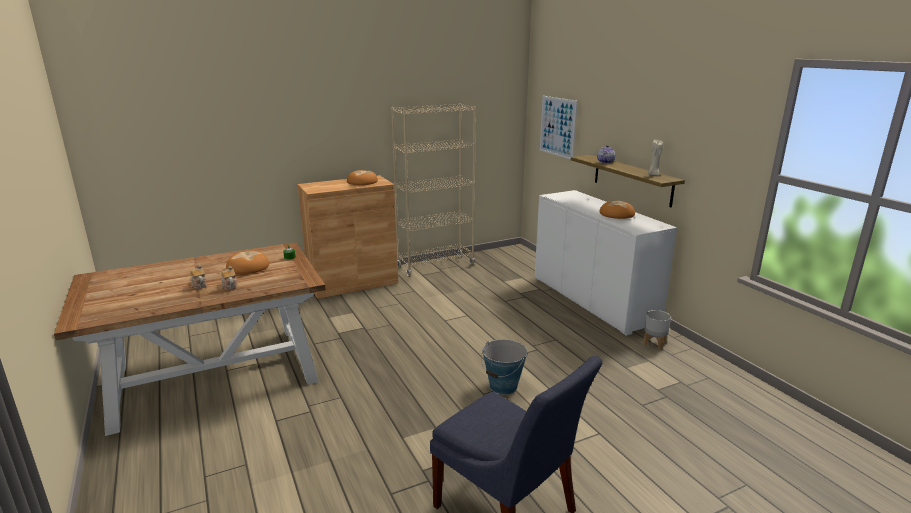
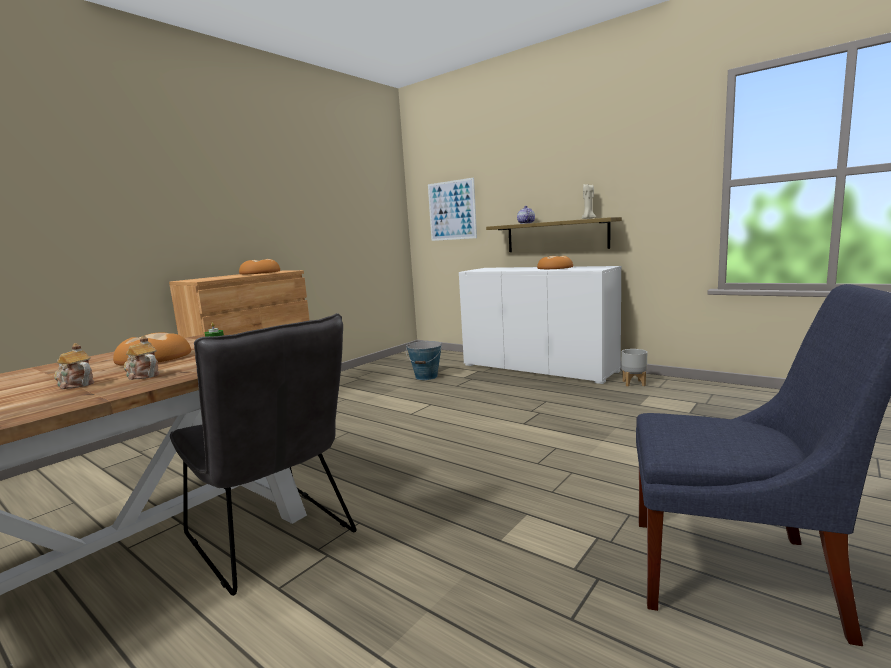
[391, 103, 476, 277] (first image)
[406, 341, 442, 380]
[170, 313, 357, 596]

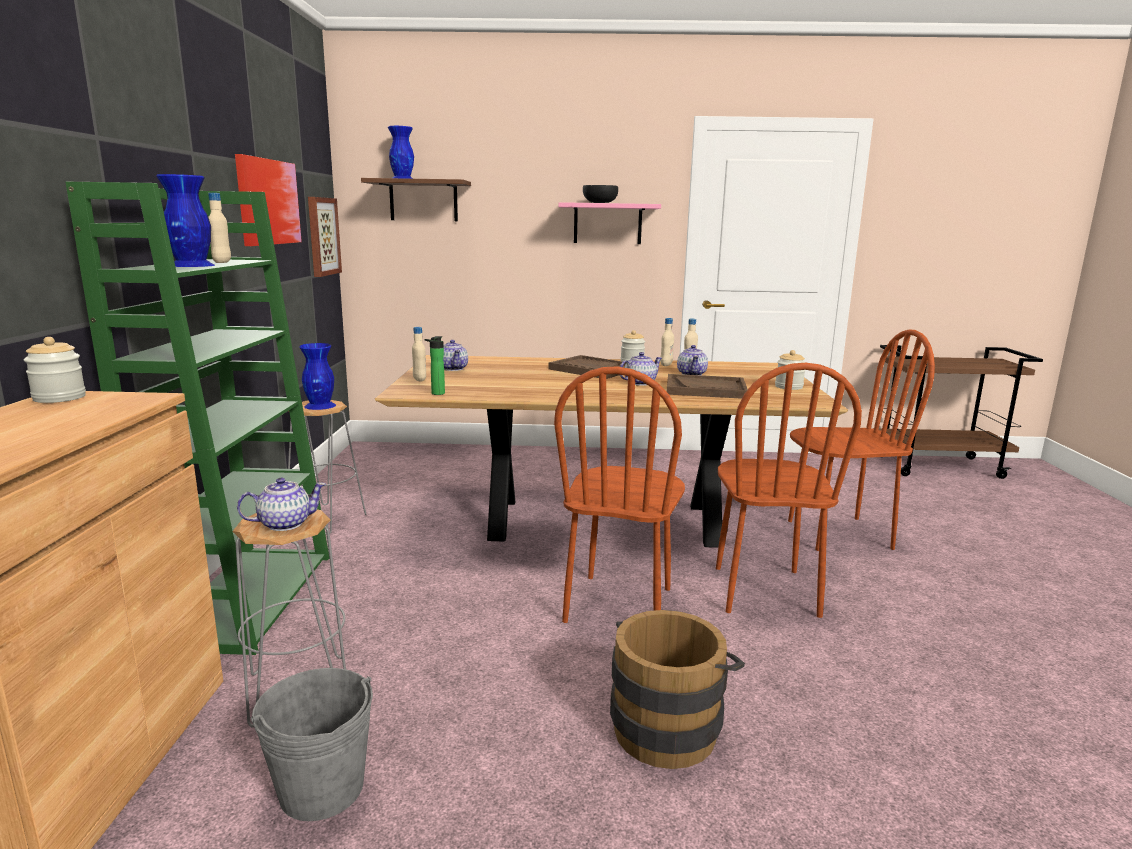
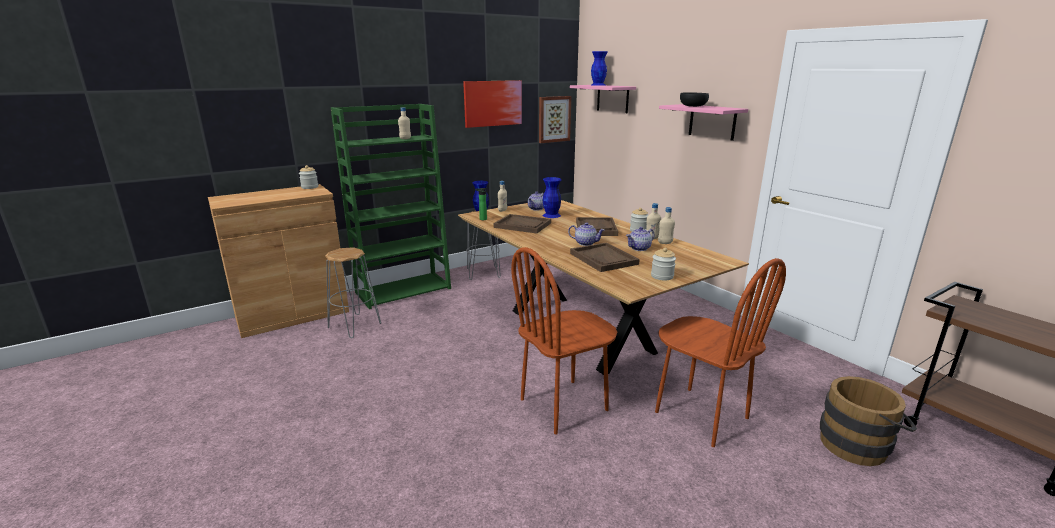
[543, 177, 562, 218]
[570, 85, 636, 113]
[554, 366, 685, 623] (first image)
[237, 478, 326, 531] (first image)
[820, 376, 918, 466]
[251, 668, 373, 821] (first image)
[494, 214, 551, 233]

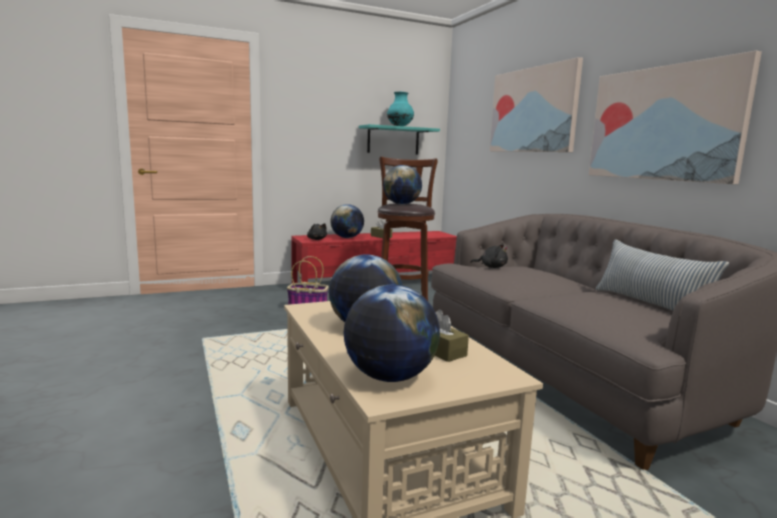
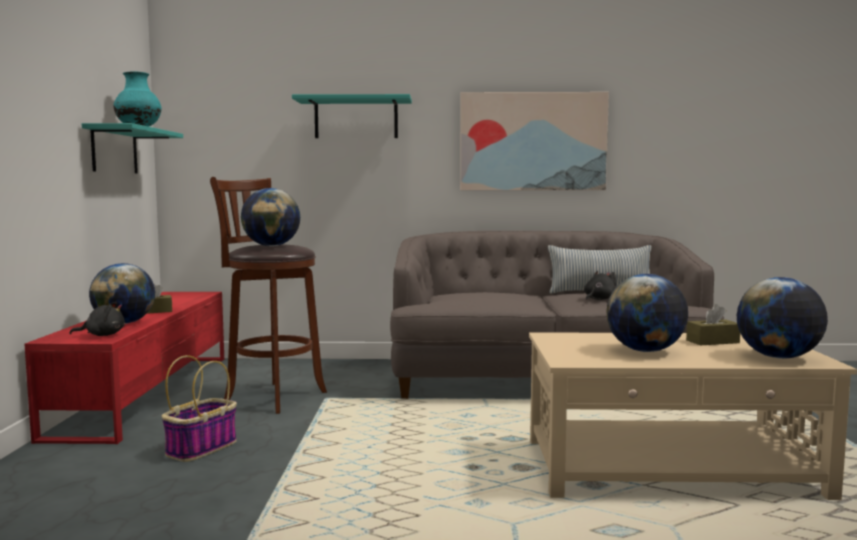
[292, 94, 412, 138]
[584, 271, 616, 300]

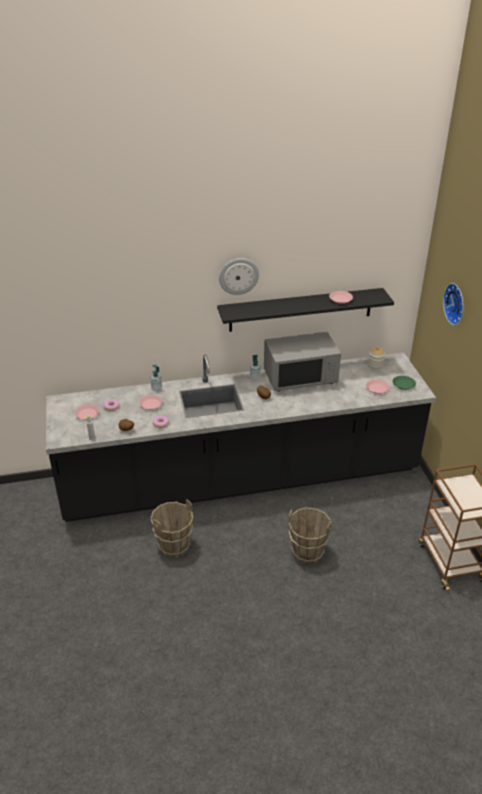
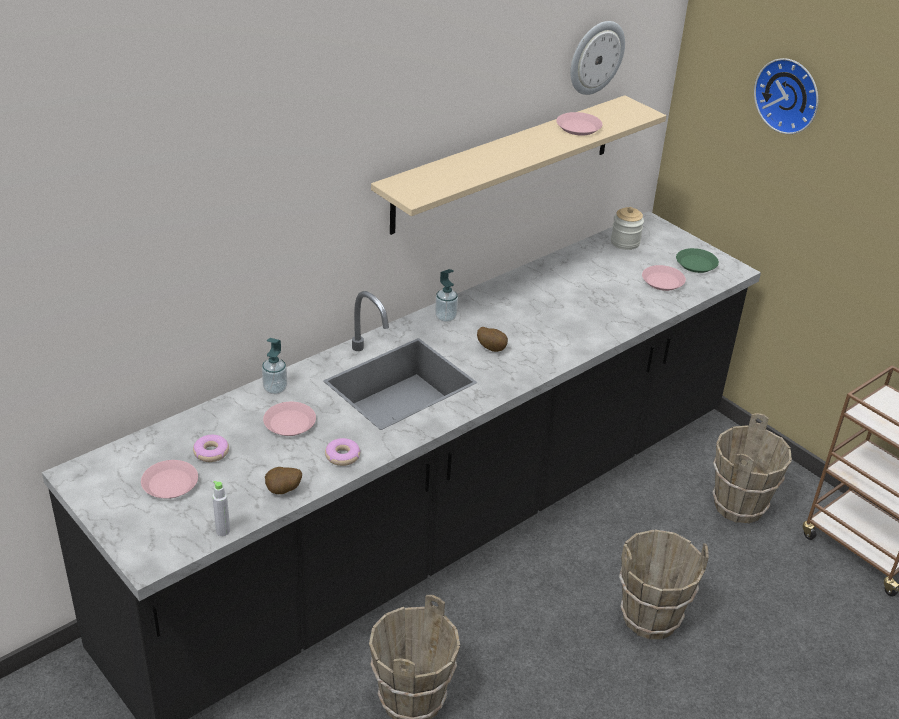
[570, 21, 625, 95]
[371, 95, 666, 235]
[264, 332, 341, 391] (first image)
[712, 413, 792, 523]

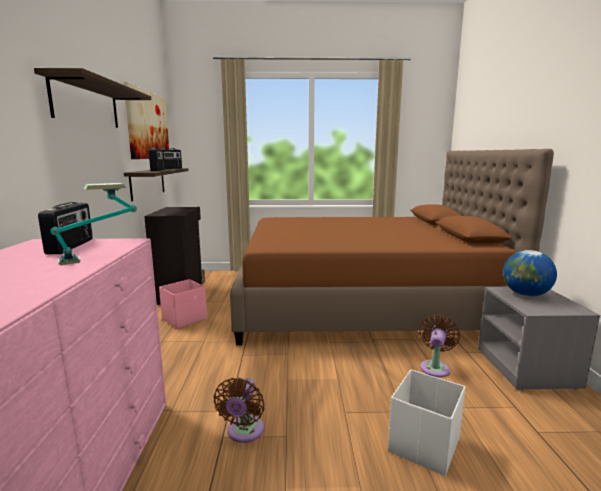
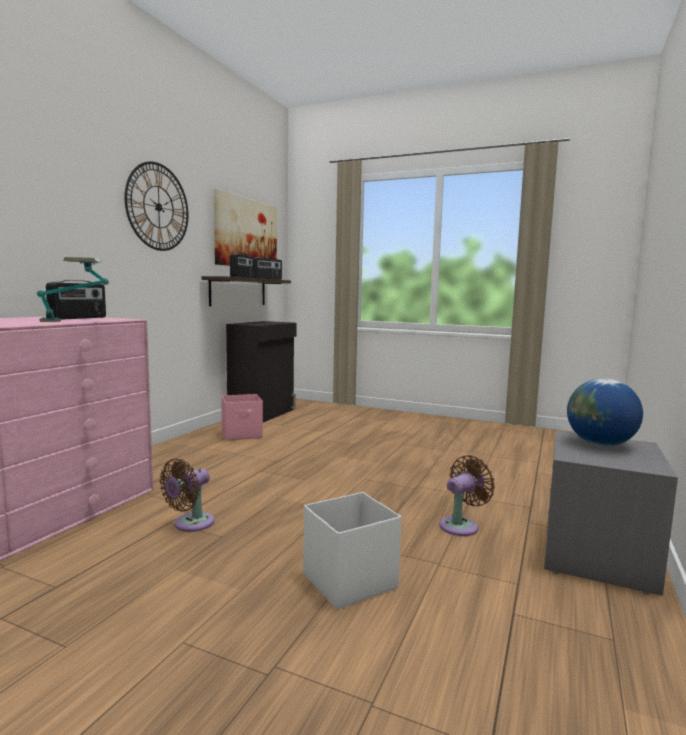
[125, 162, 188, 251]
[230, 149, 554, 345] (first image)

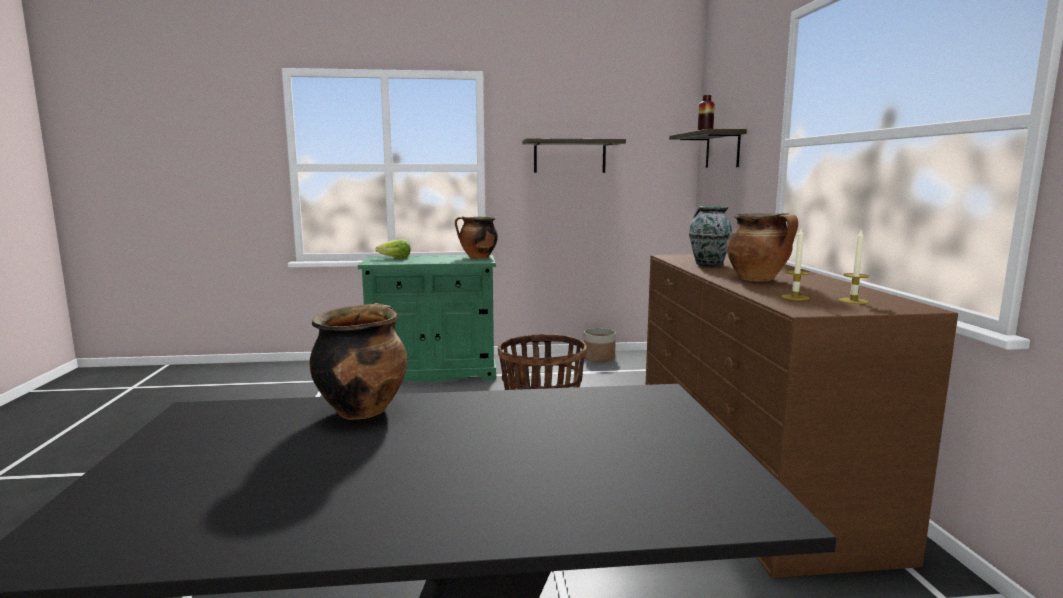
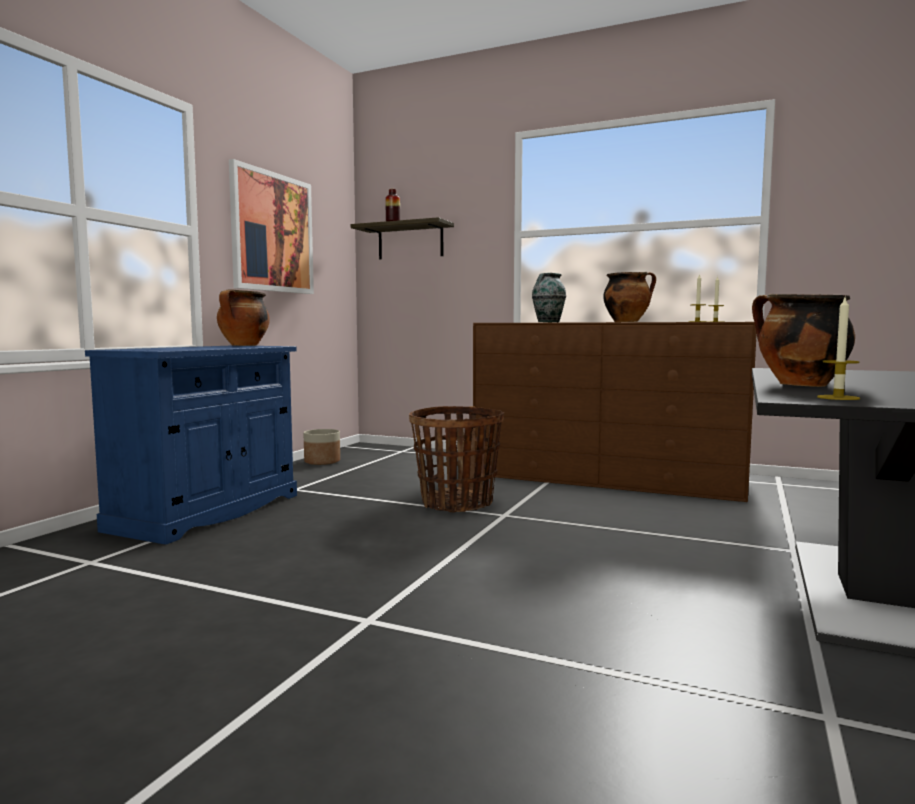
[229, 159, 314, 294]
[376, 239, 410, 258] (first image)
[85, 345, 297, 544]
[817, 298, 860, 400]

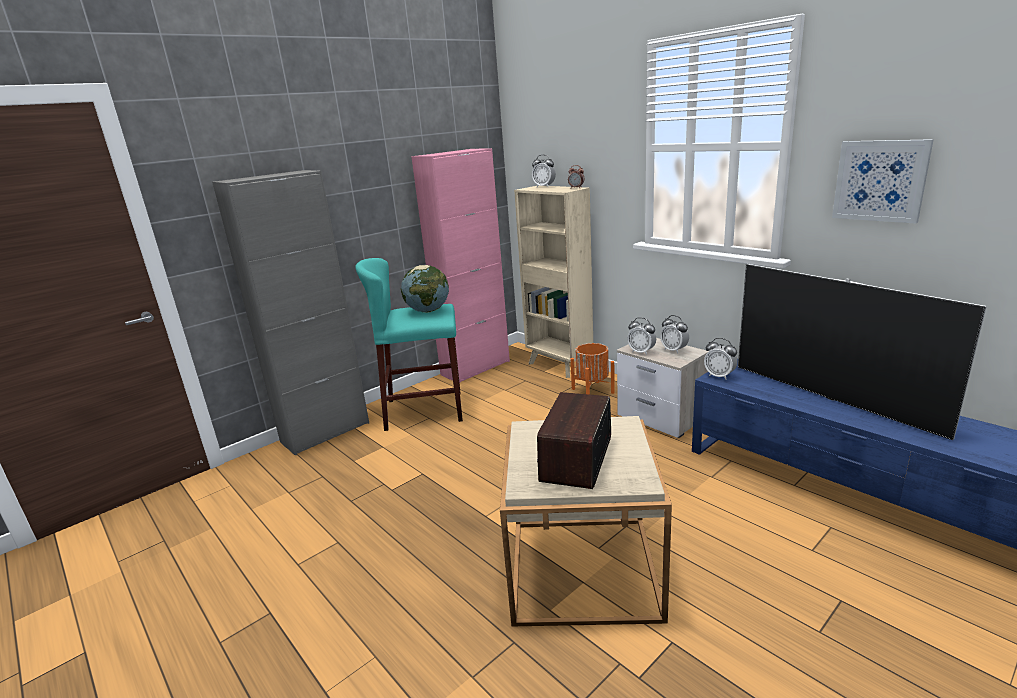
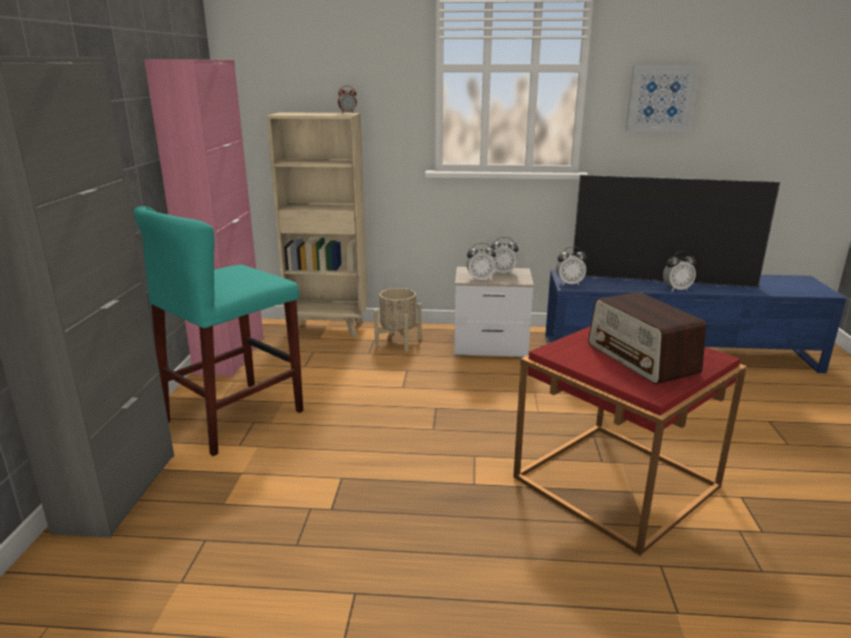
[663, 251, 696, 291]
[401, 265, 449, 313] (first image)
[374, 288, 421, 352]
[513, 326, 747, 556]

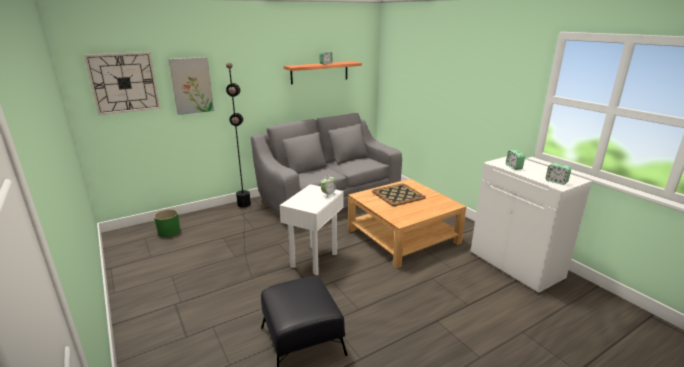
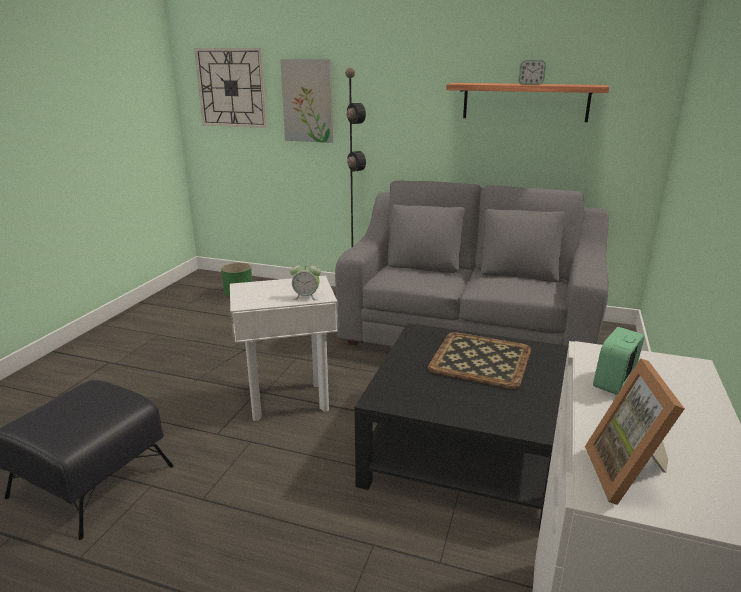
[585, 358, 685, 505]
[355, 323, 568, 531]

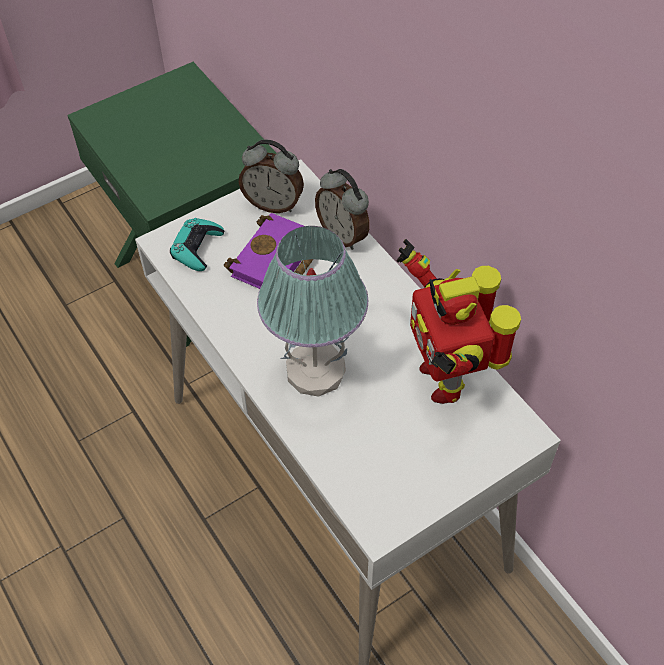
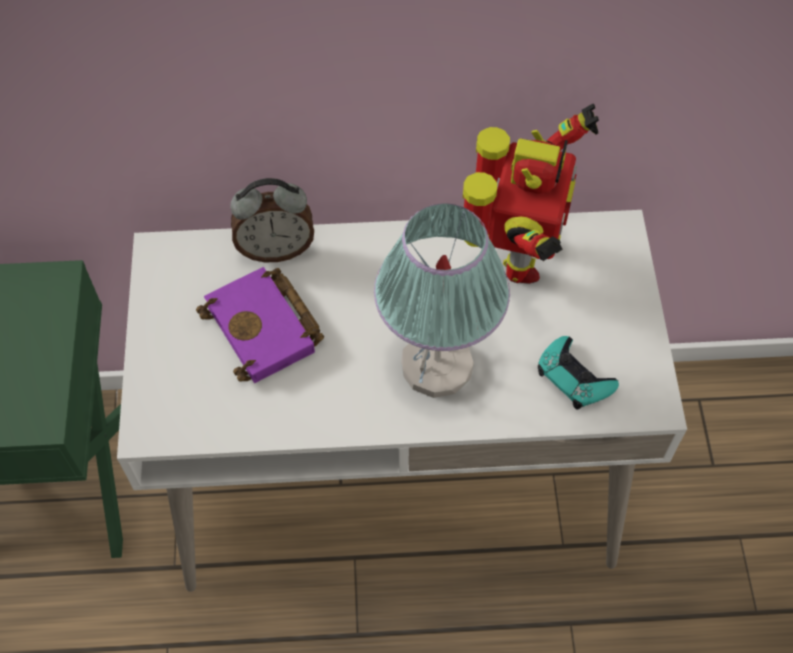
[239, 140, 304, 213] (first image)
[538, 336, 619, 410]
[463, 104, 599, 284]

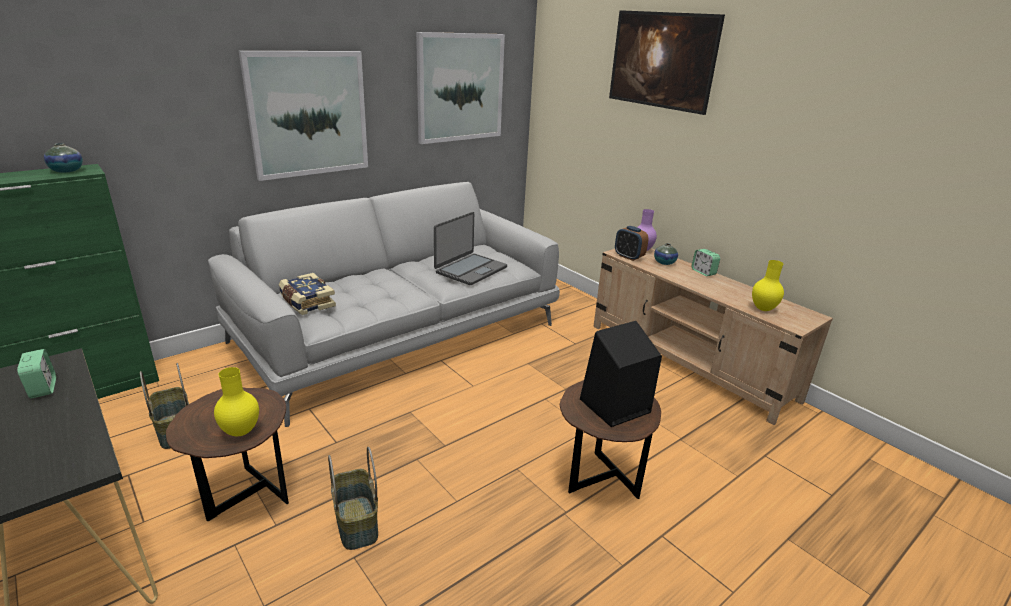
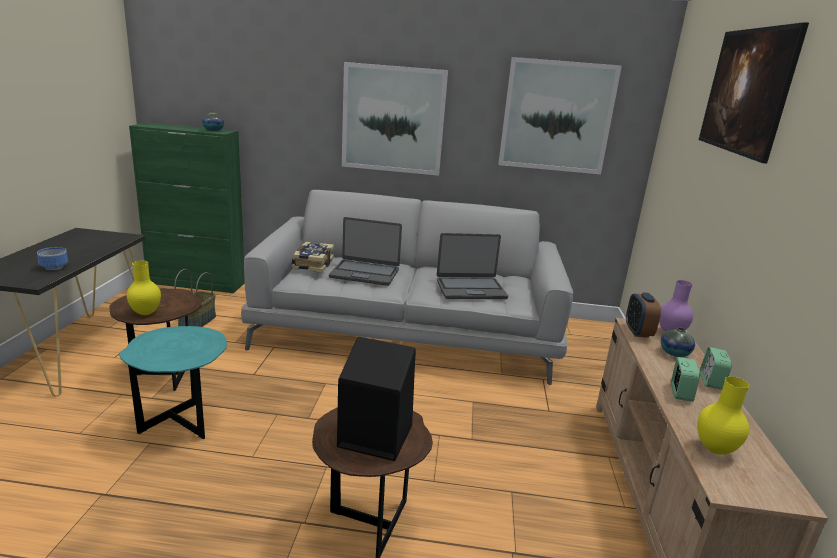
[671, 357, 700, 402]
[119, 326, 227, 439]
[329, 217, 402, 286]
[37, 247, 68, 270]

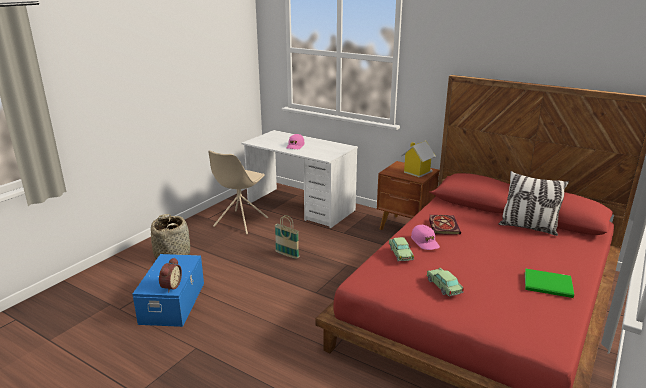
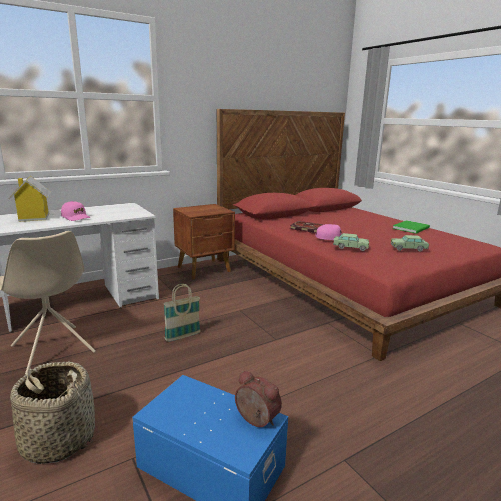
[8, 176, 51, 222]
[499, 171, 569, 236] (first image)

